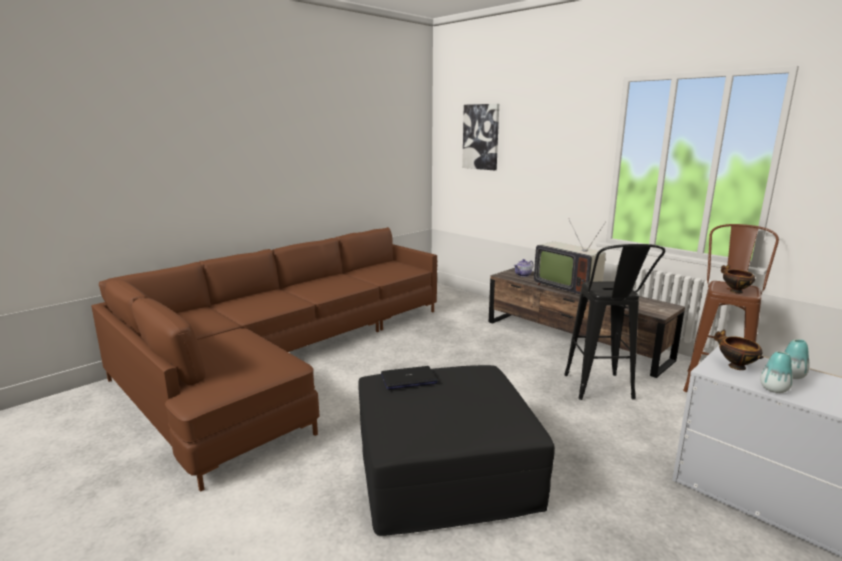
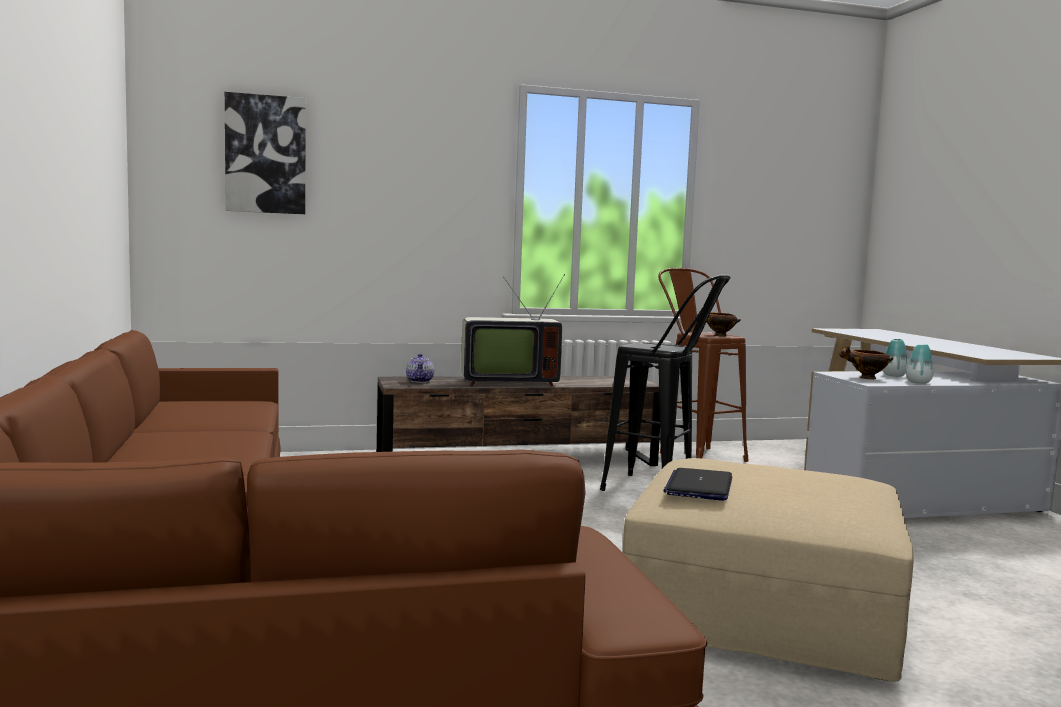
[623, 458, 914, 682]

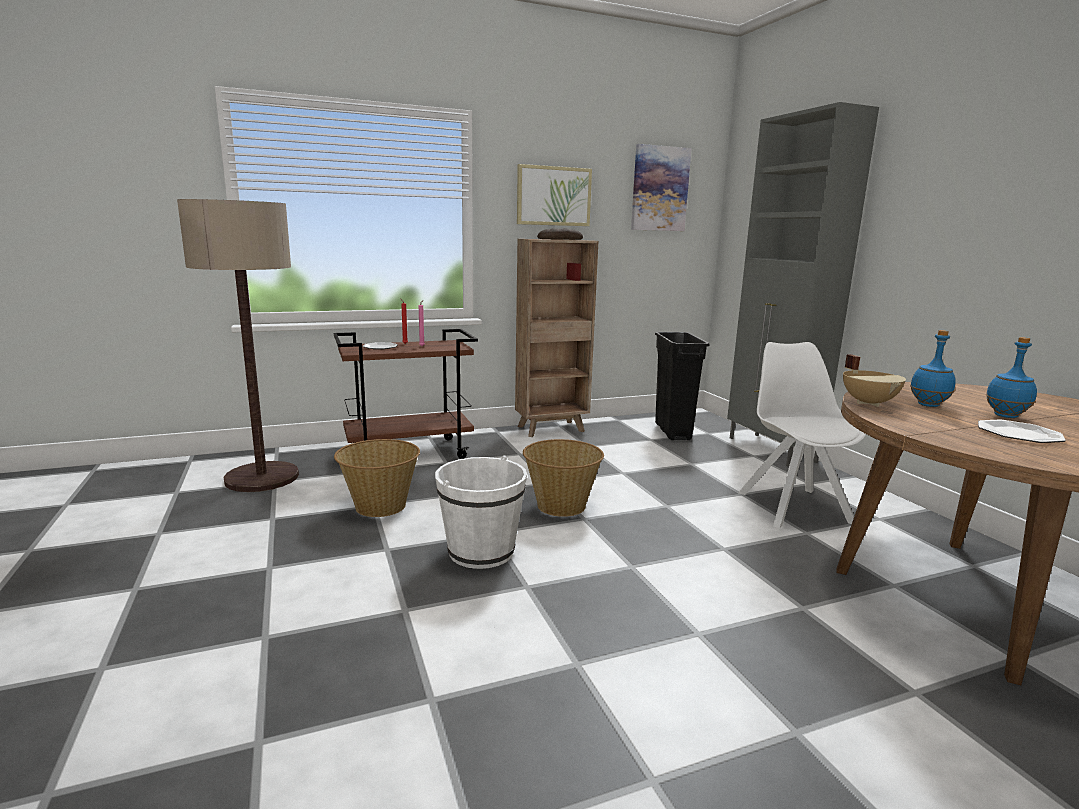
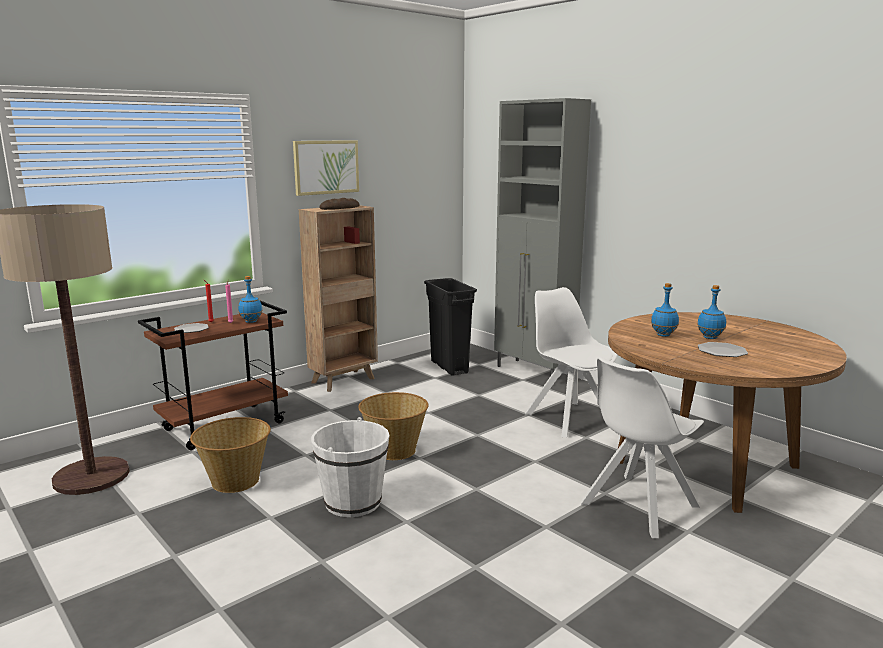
[631, 144, 692, 231] (first image)
[843, 354, 906, 407] (first image)
[238, 276, 263, 323]
[581, 357, 704, 538]

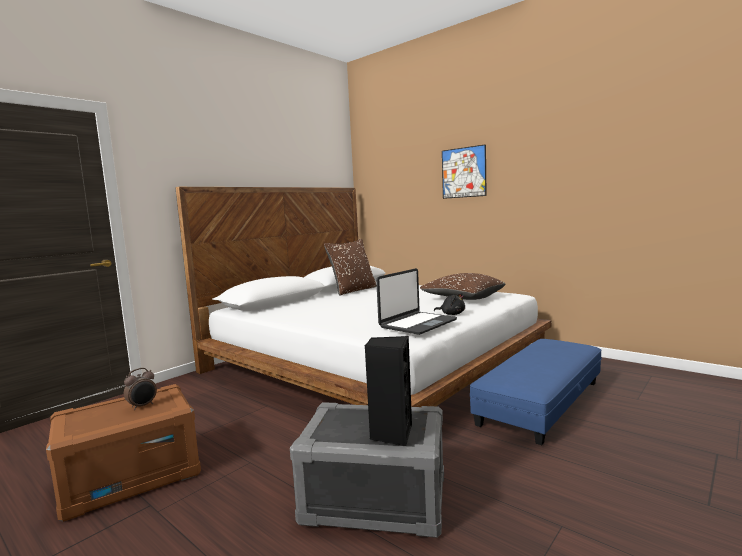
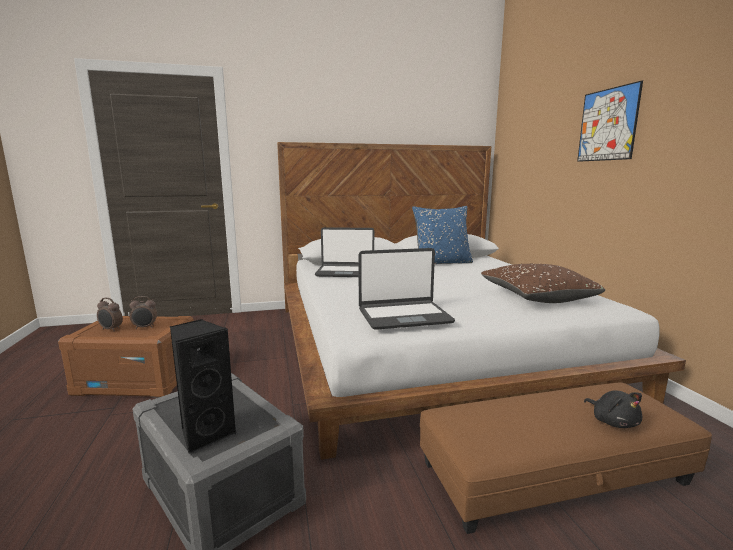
[412, 206, 473, 264]
[584, 390, 642, 428]
[420, 382, 712, 534]
[315, 227, 374, 277]
[97, 298, 123, 331]

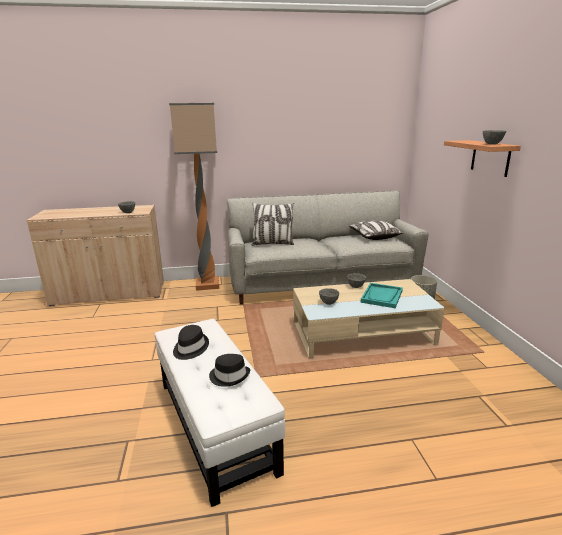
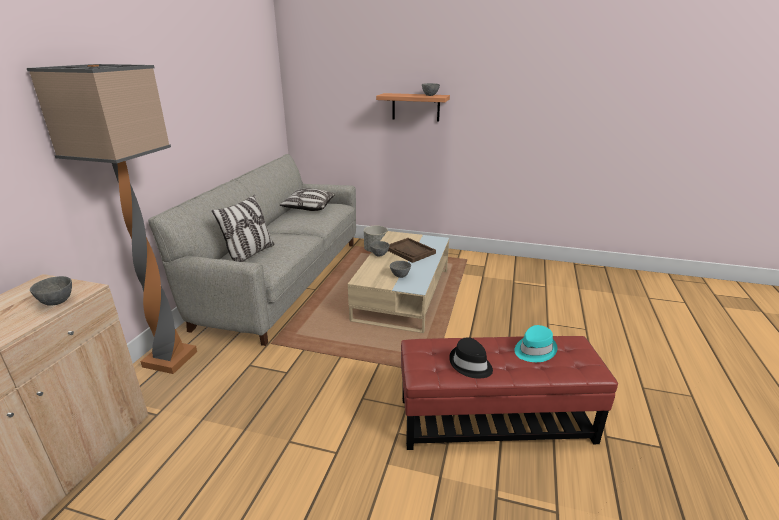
[388, 238, 436, 263]
[401, 336, 618, 450]
[514, 325, 557, 362]

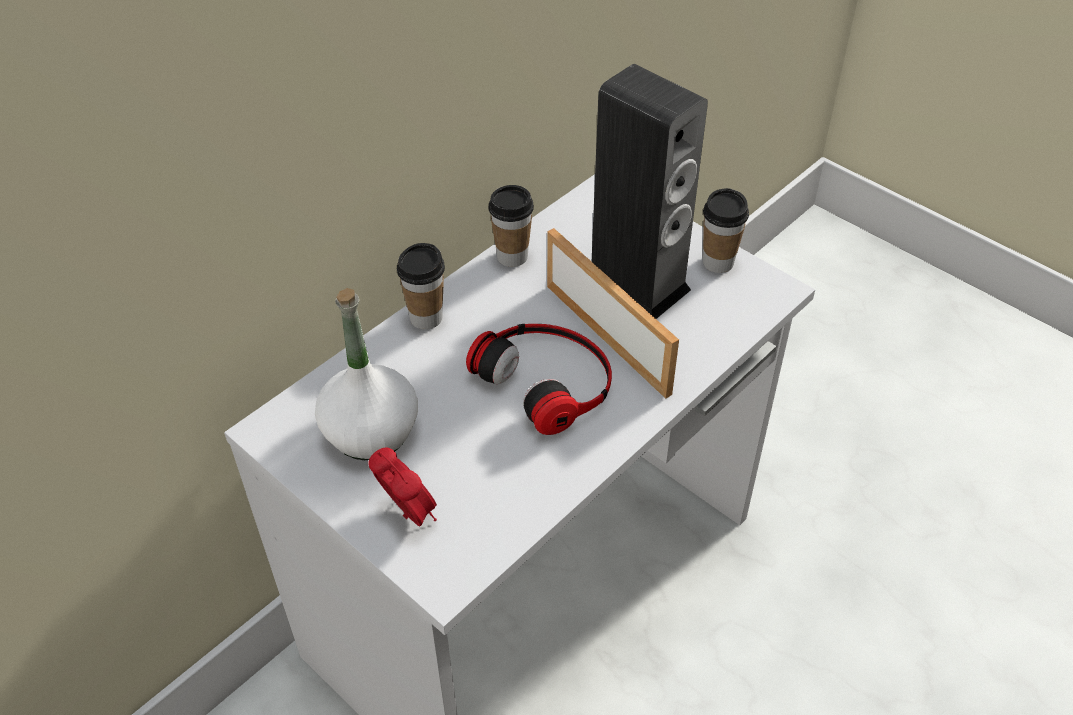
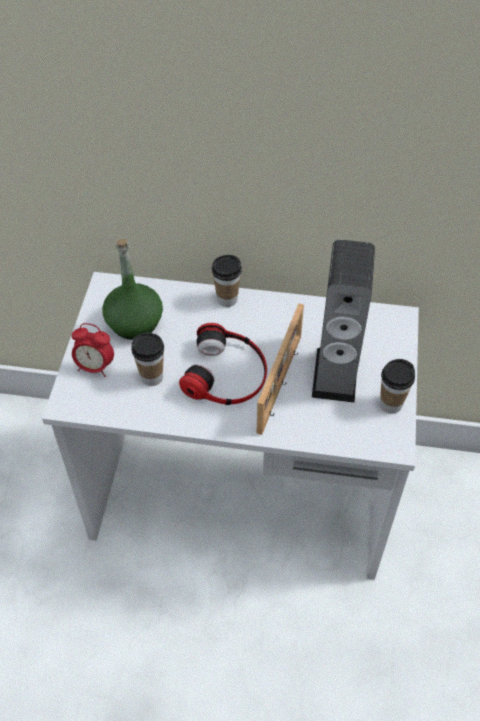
[131, 333, 164, 386]
[102, 239, 163, 340]
[72, 323, 114, 377]

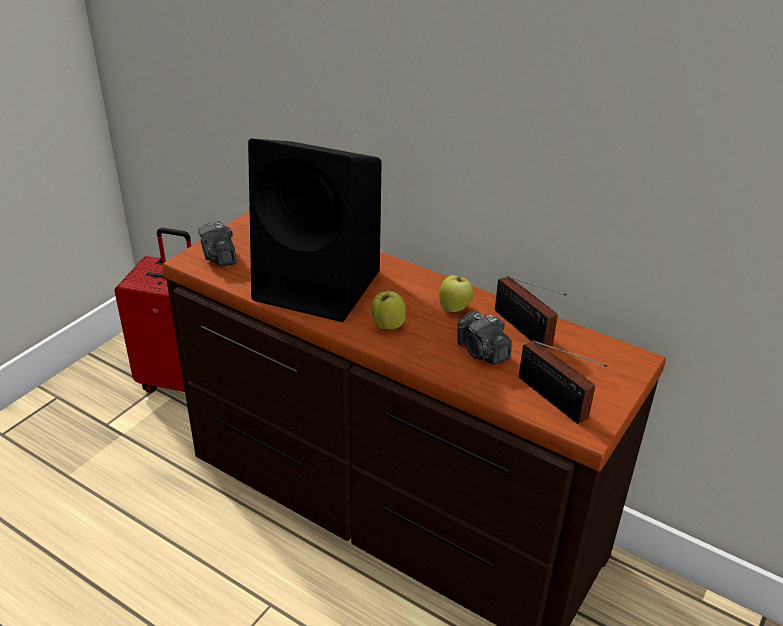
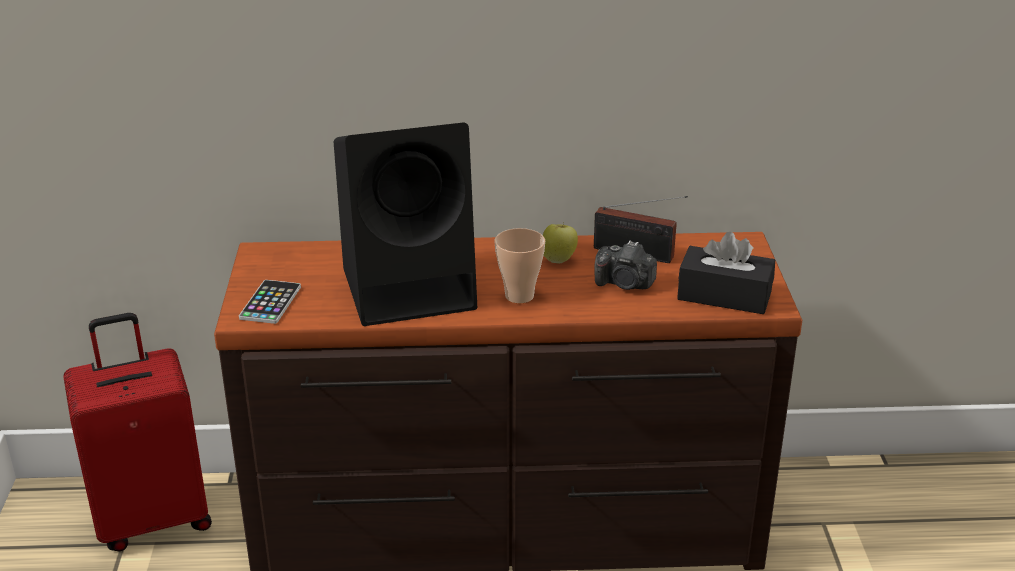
[239, 280, 301, 324]
[494, 228, 545, 303]
[677, 232, 775, 314]

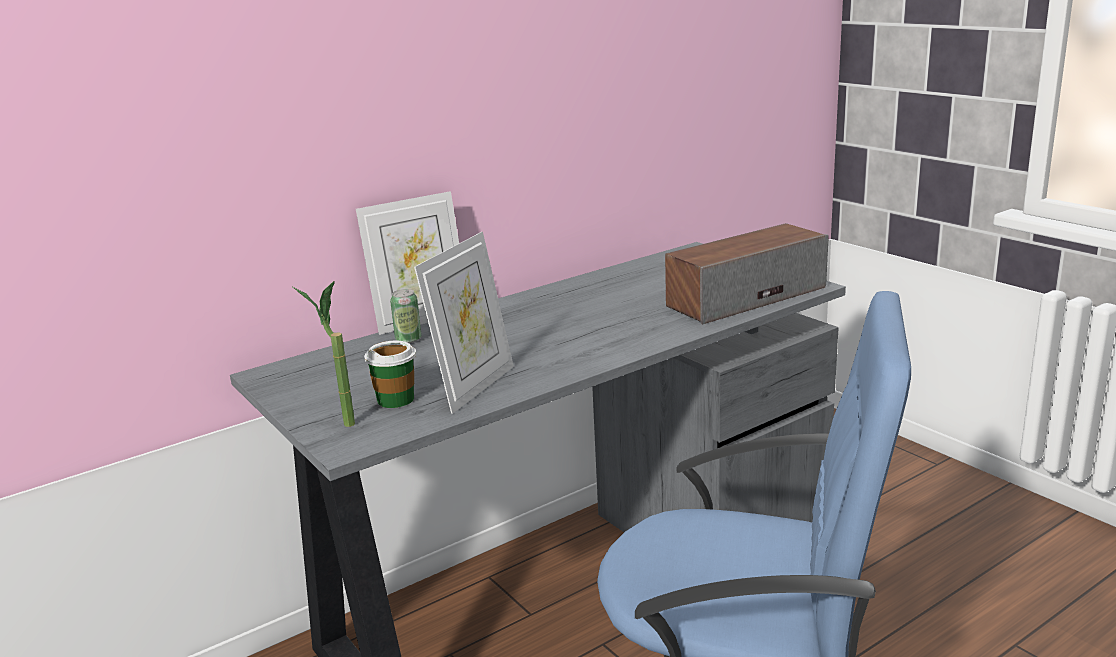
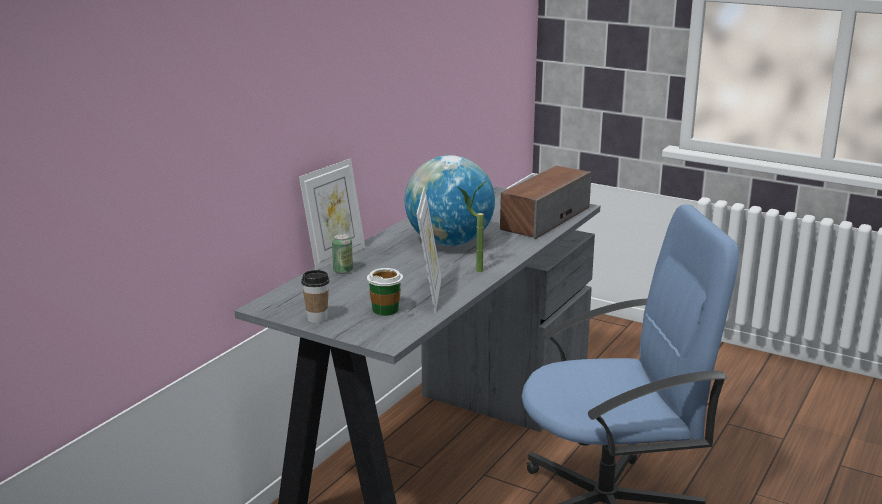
[457, 181, 486, 272]
[405, 155, 495, 246]
[301, 270, 330, 323]

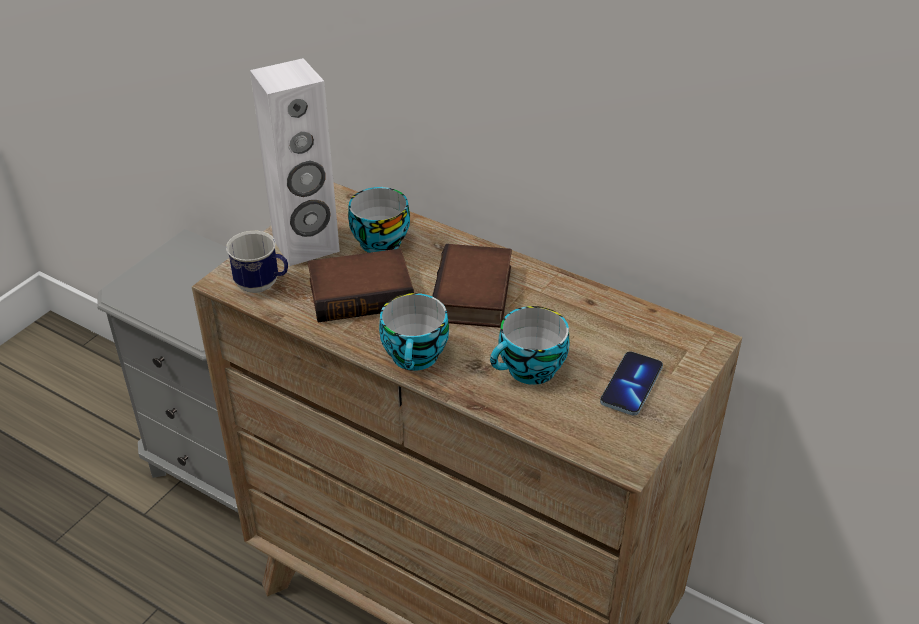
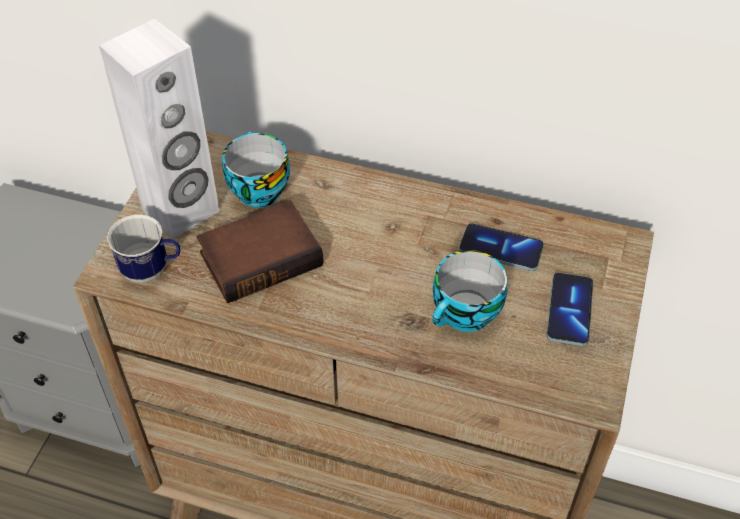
[432, 244, 512, 328] (first image)
[379, 293, 449, 371] (first image)
[459, 223, 544, 271]

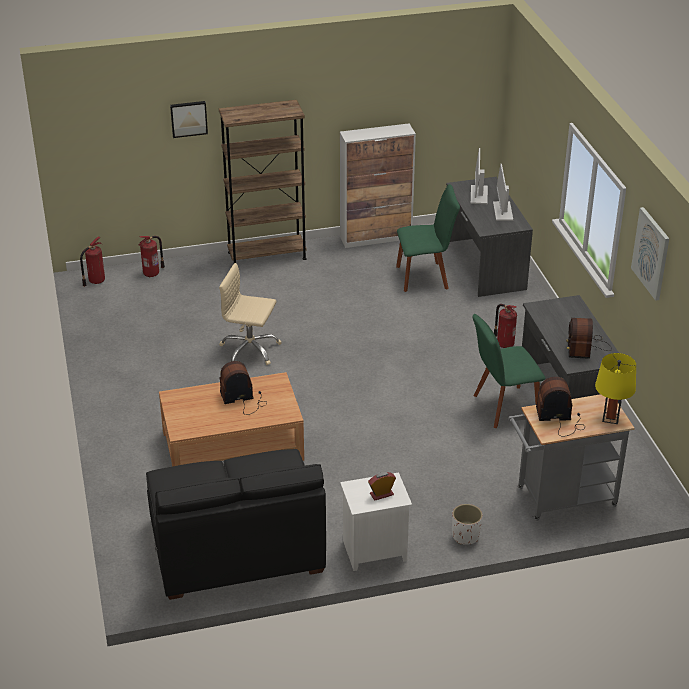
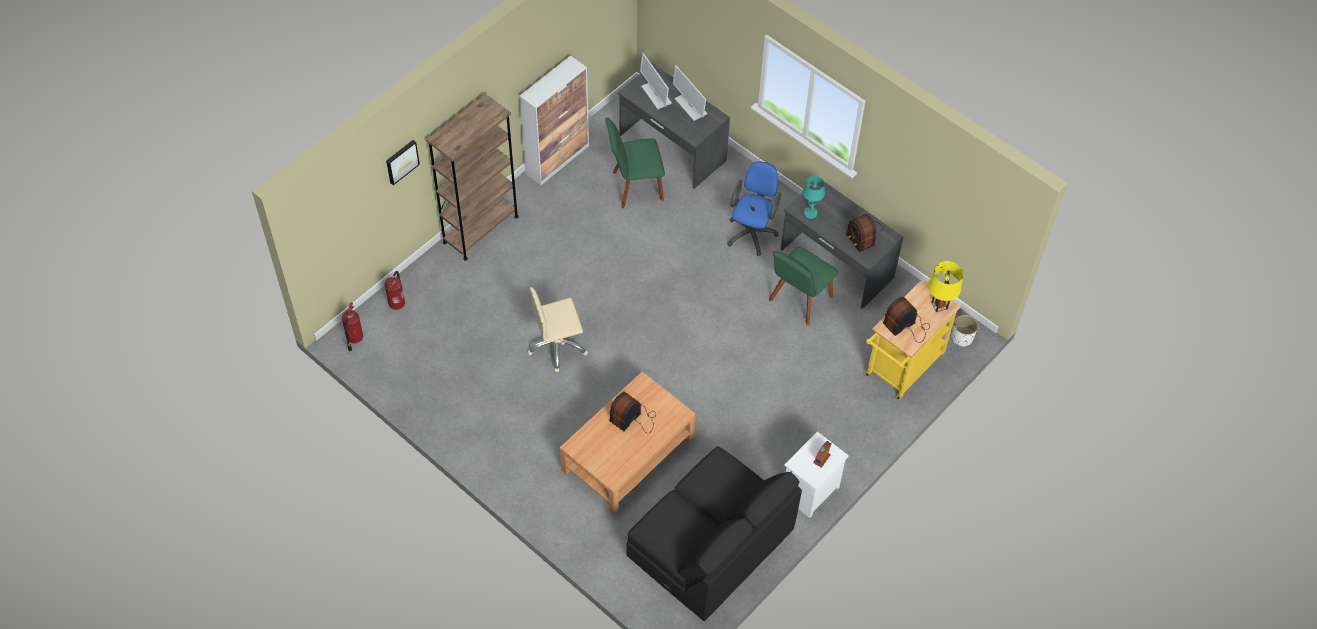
[605, 117, 665, 208]
[631, 207, 669, 301] (first image)
[727, 161, 781, 256]
[865, 279, 961, 400]
[951, 315, 978, 347]
[803, 176, 825, 219]

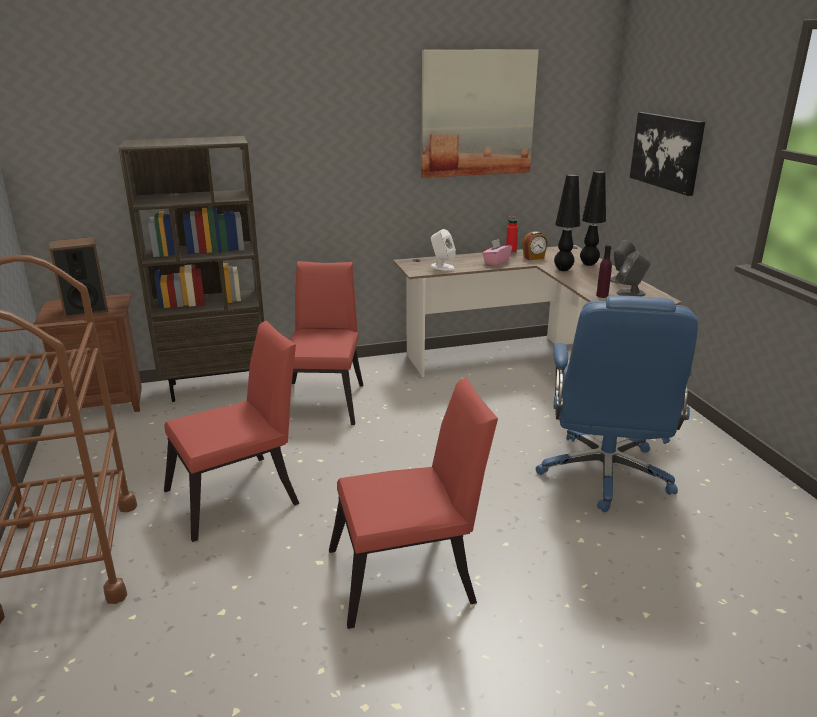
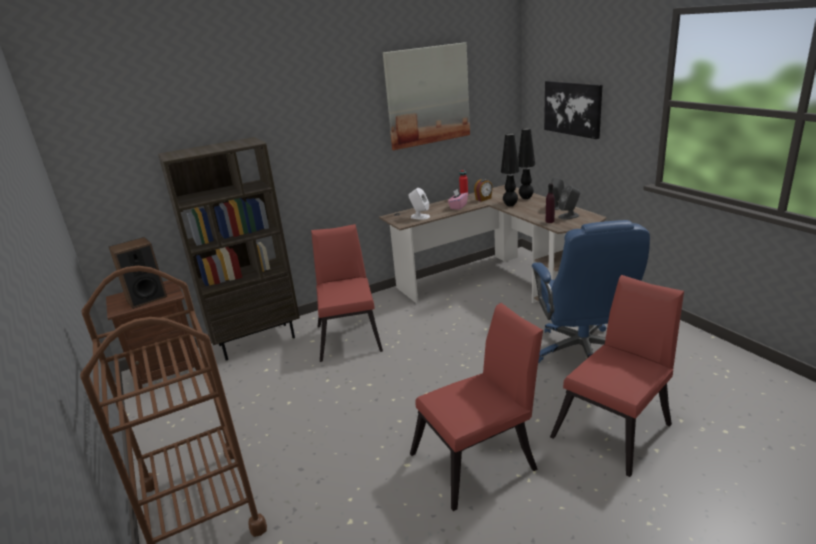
[550, 275, 684, 477]

